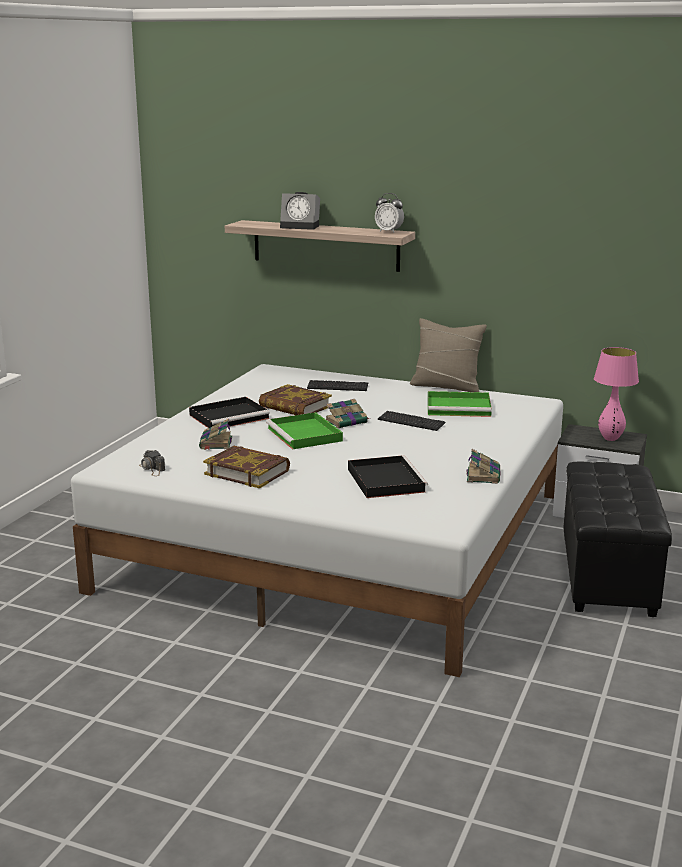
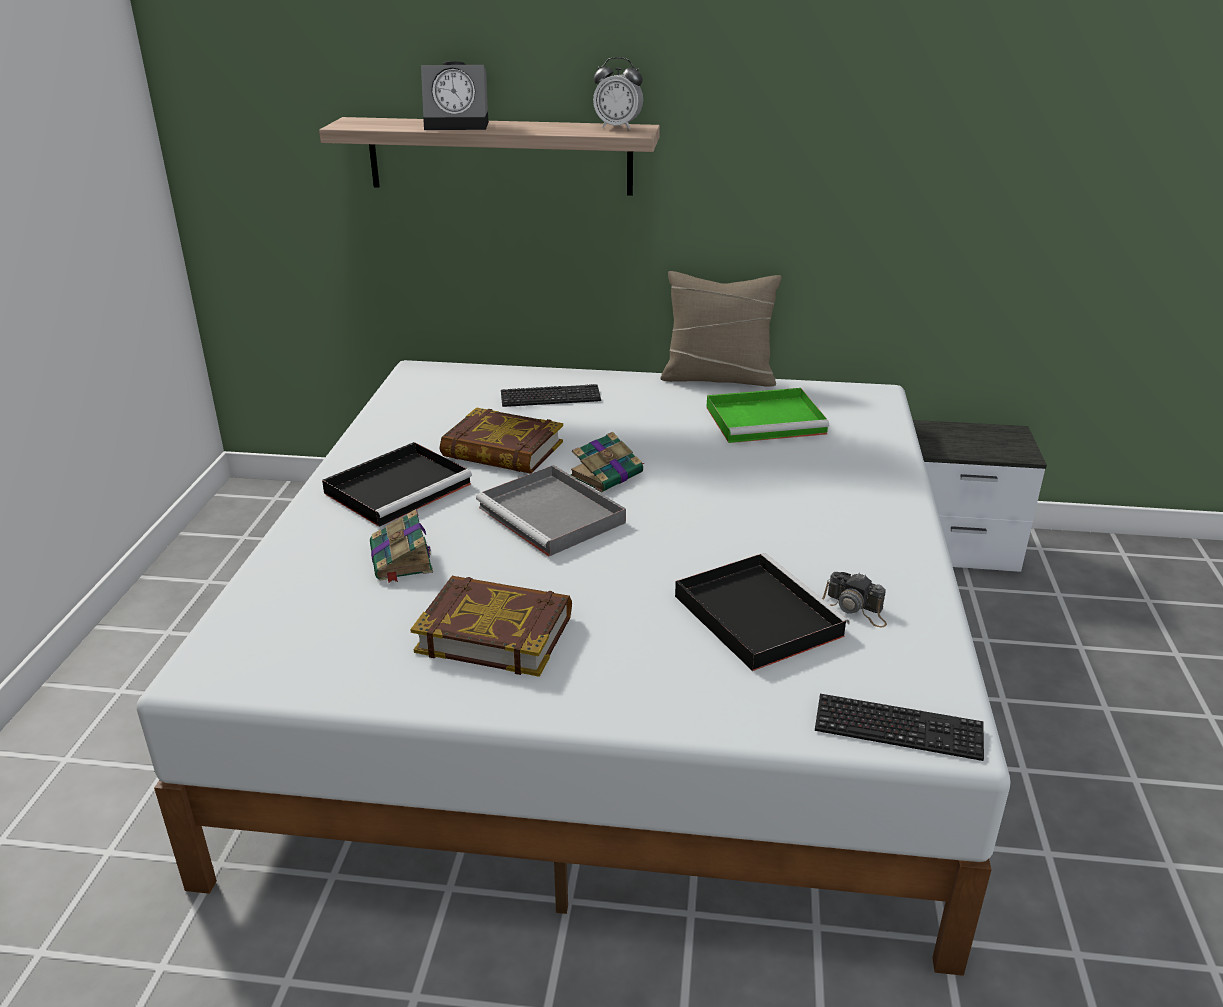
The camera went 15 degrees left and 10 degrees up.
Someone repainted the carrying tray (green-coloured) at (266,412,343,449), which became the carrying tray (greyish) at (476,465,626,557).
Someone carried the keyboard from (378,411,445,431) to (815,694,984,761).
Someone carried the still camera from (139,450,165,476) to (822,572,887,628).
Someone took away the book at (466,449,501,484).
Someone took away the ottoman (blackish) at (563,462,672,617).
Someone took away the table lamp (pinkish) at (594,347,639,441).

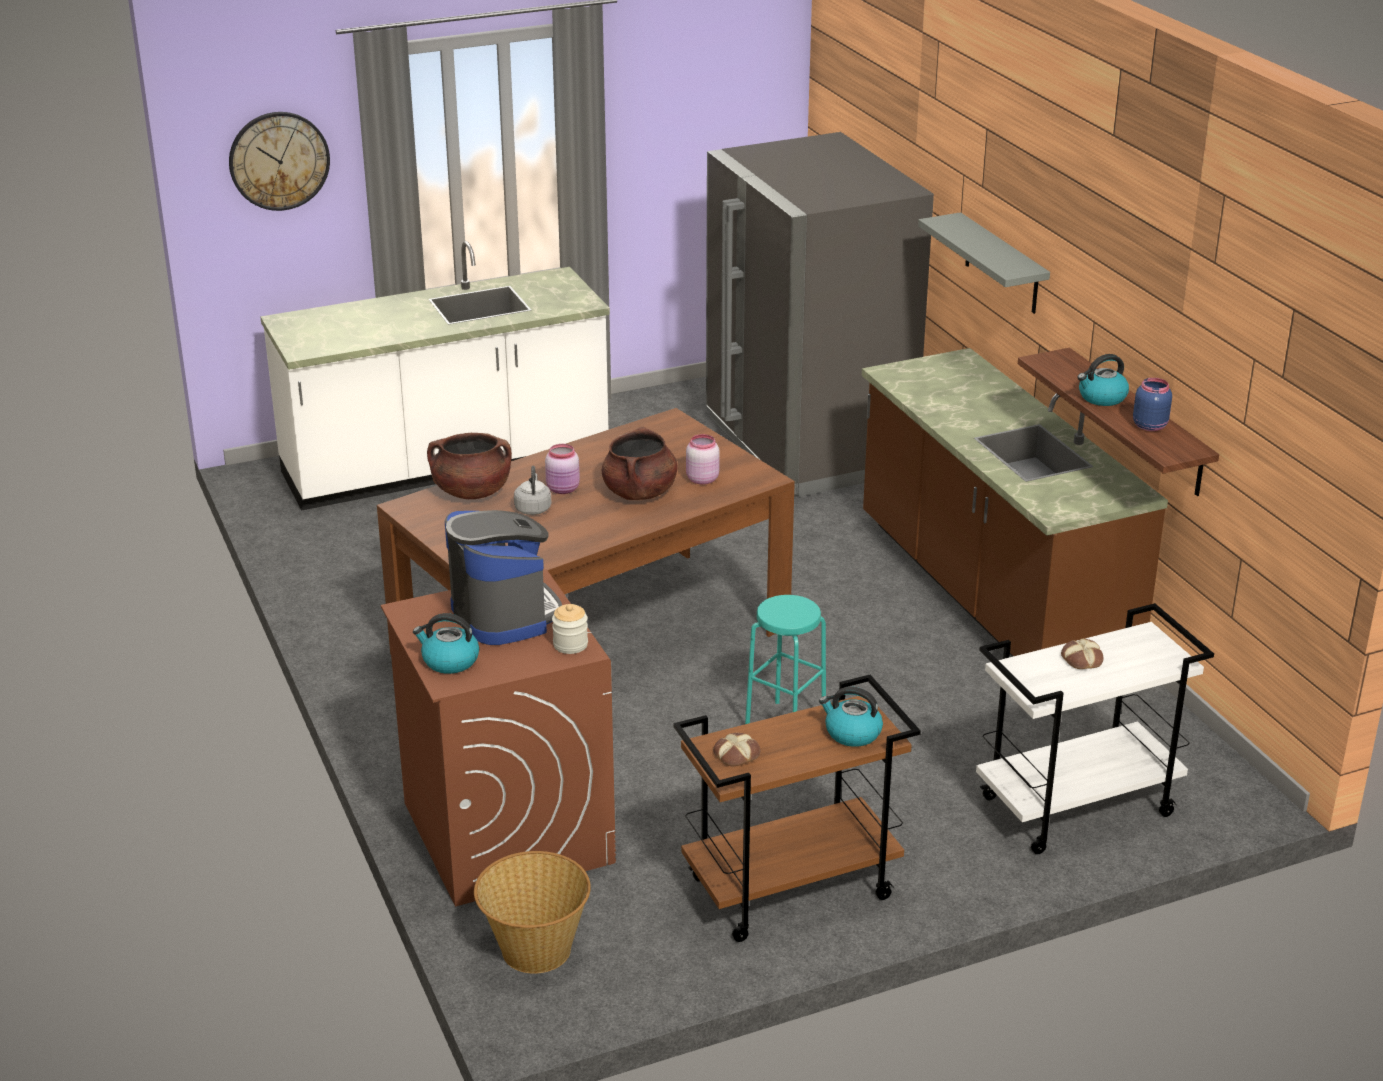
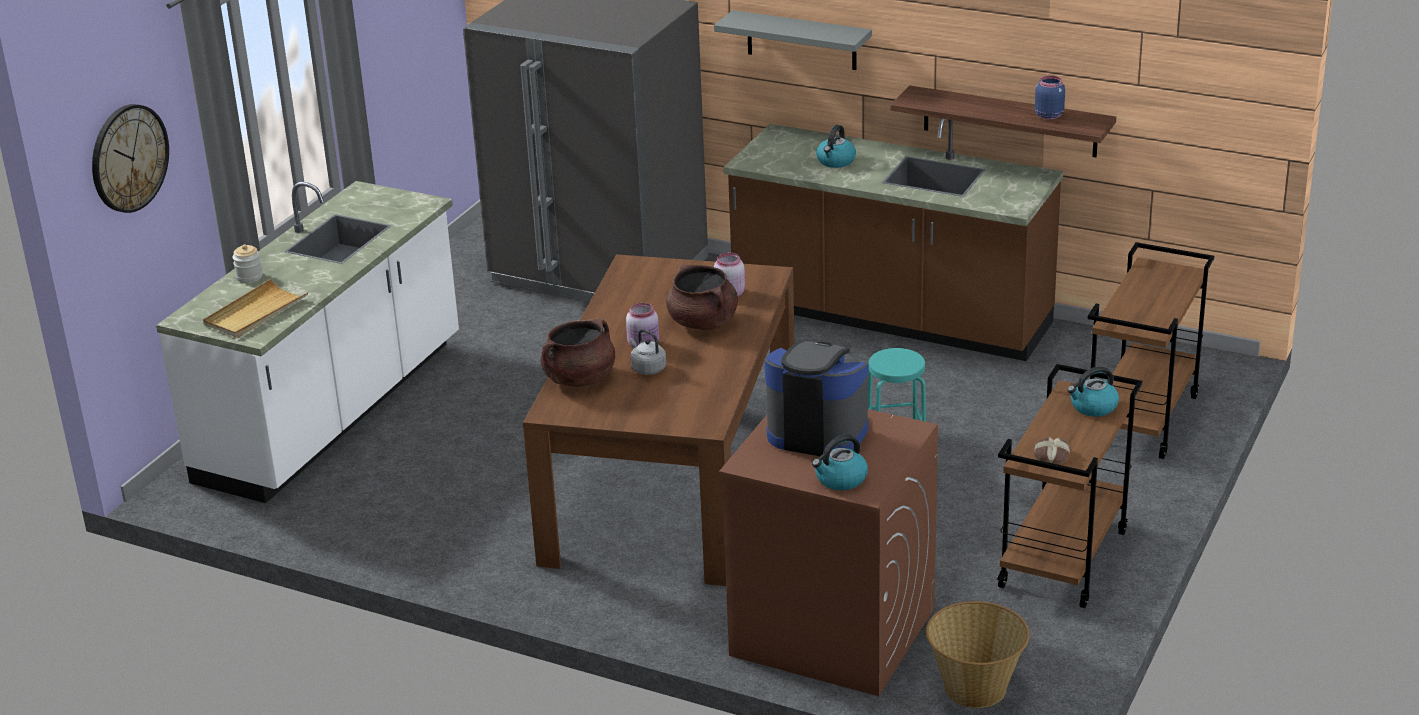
The camera went 40 degrees left and 0 degrees up.
Someone put down the carrying tray (sand-coloured) at (203,279,308,338).
Someone carried the jar from (552,604,588,654) to (232,244,263,283).
Someone carried the tea kettle from (1077,354,1129,406) to (816,125,856,168).
Someone repainted the cart (white) at (976,603,1214,854), which became the cart (brownish) at (1088,242,1214,459).
Someone took away the bread at (1061,638,1103,669).

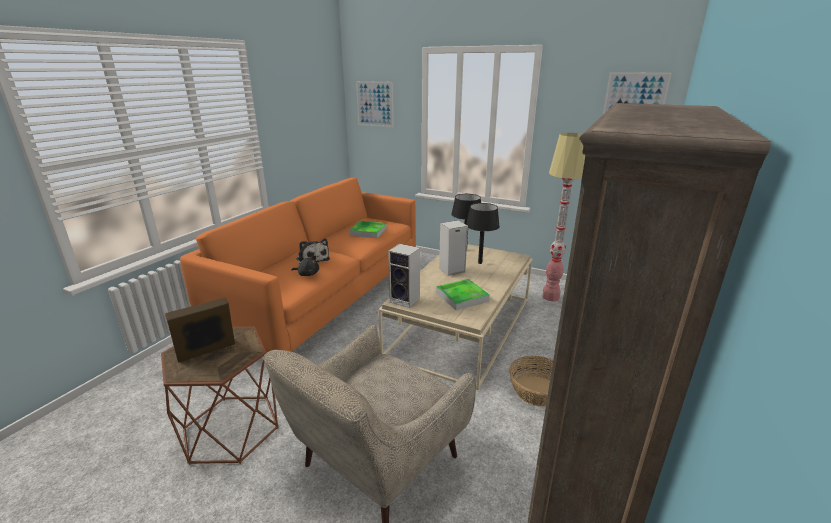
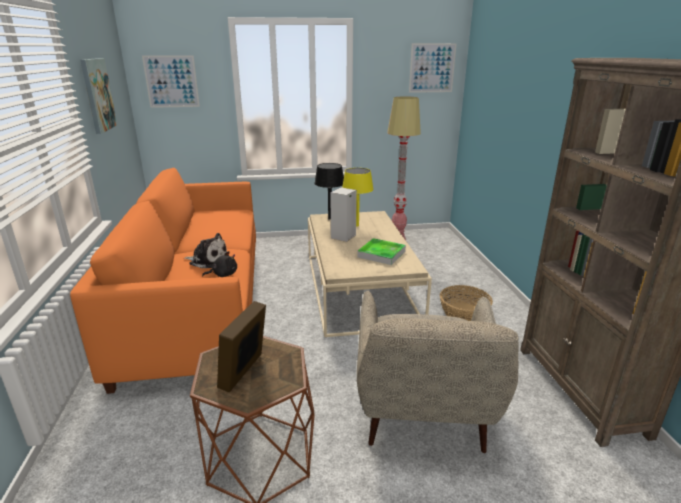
The camera went 35 degrees left and 0 degrees up.
Someone put up the wall picture at (80,58,118,134).
Someone repainted the table lamp (blackish) at (466,203,500,264), which became the table lamp (yellow) at (342,168,374,226).
Someone took away the carrying tray at (349,221,387,238).
Someone took away the speaker at (388,244,420,308).

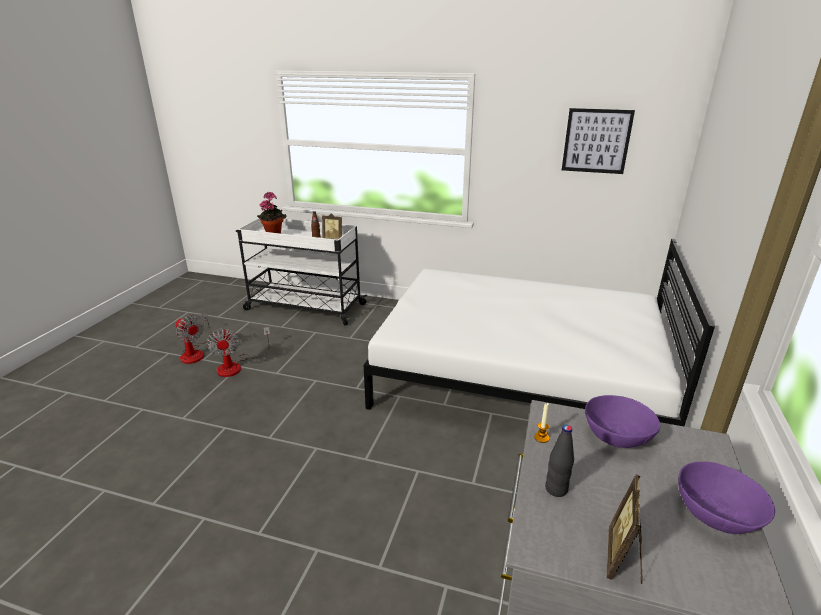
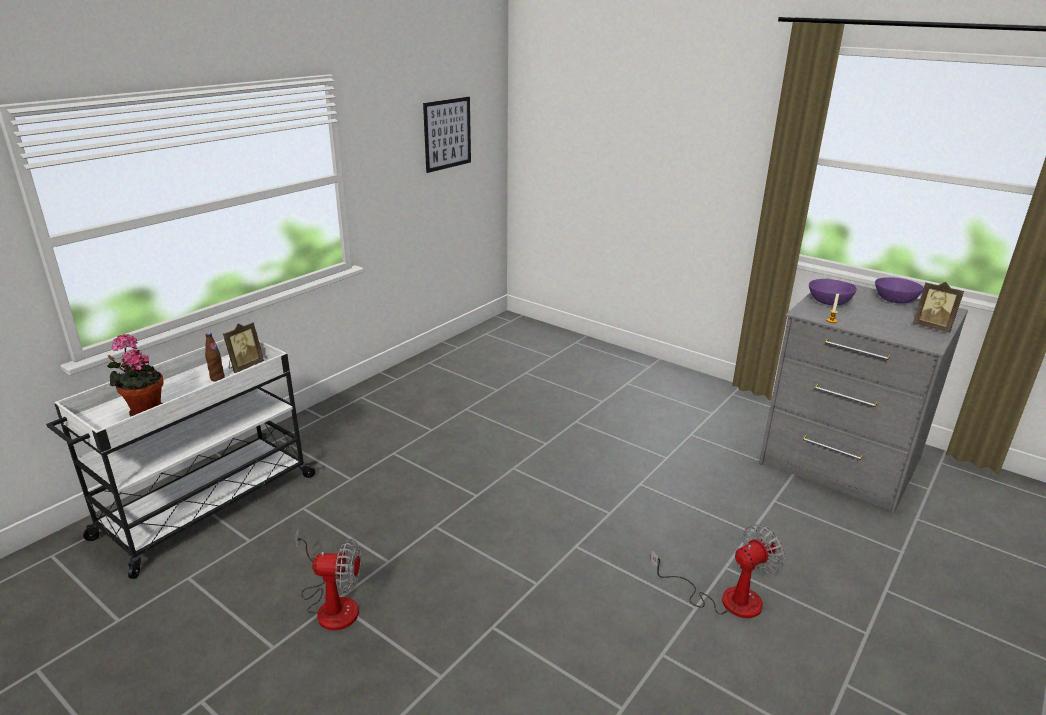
The camera went 70 degrees left and 0 degrees up.
Someone carried the cooling fan from (176,312,213,364) to (650,525,785,618).
Someone took away the bedroom bed (white) at (364,239,715,426).
Someone took away the bottle (blackish) at (545,425,574,497).

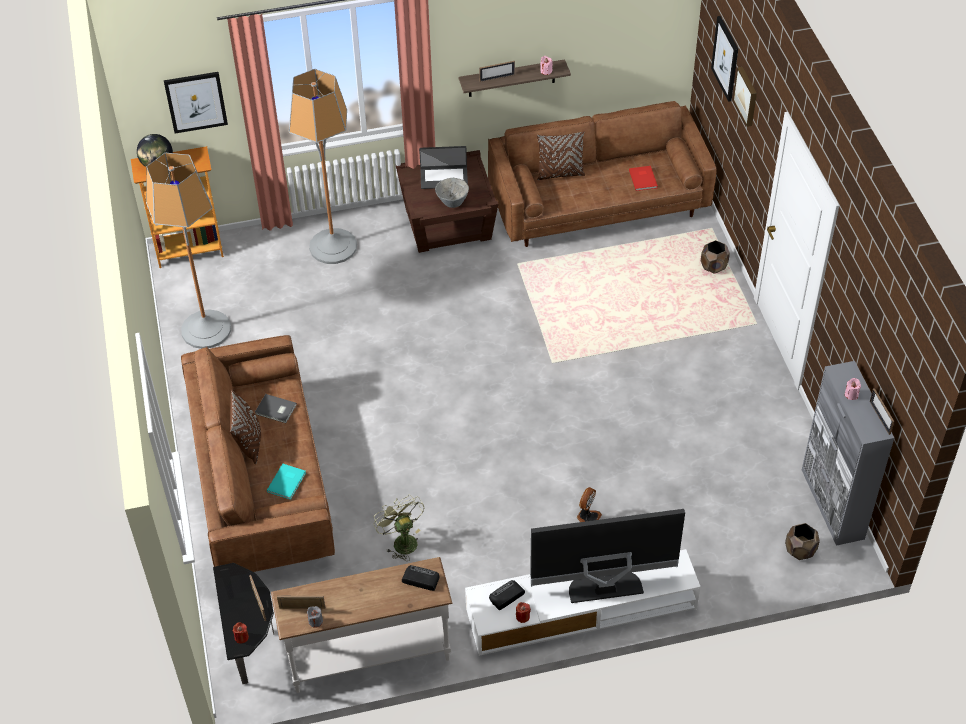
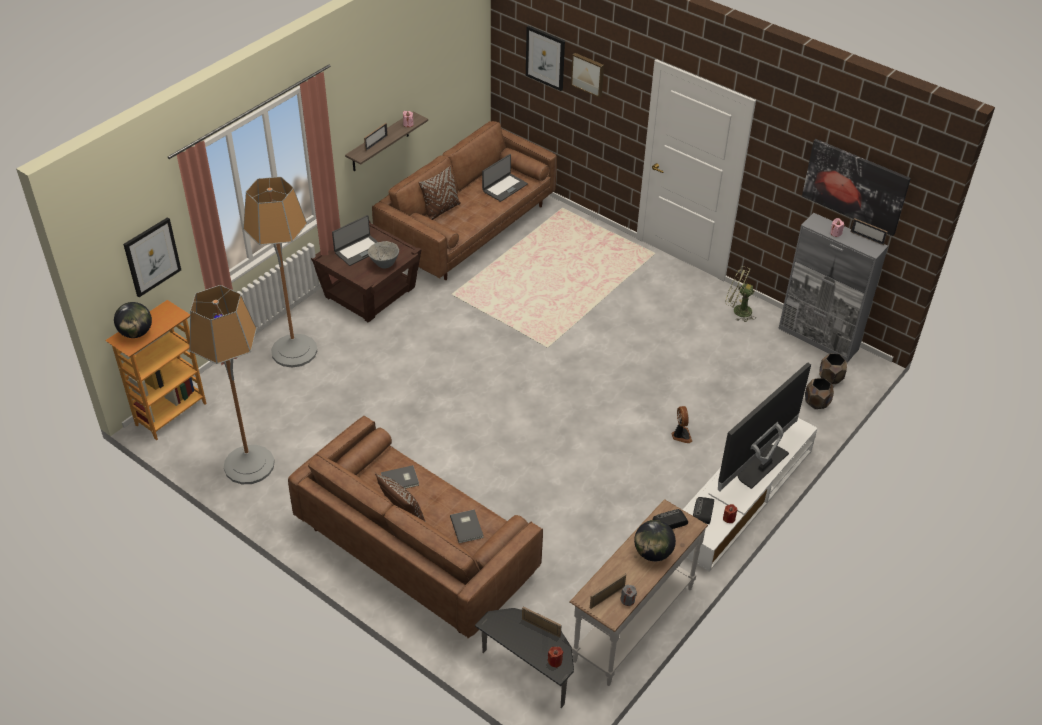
The camera went 40 degrees left and 5 degrees down.
Someone repainted the book (blue-green) at (267,464,306,500), which became the book (greyish) at (450,509,484,543).
Someone swapped the book (reddish) at (629,166,658,191) for the laptop at (482,154,528,202).
Someone put down the globe at (634,520,676,561).
Someone carried the cooling fan (green-coloured) from (374,495,424,561) to (725,266,756,322).
Someone put up the wall picture at (802,139,911,236).
Someone carried the flower pot (brownish) from (701,240,730,274) to (805,378,834,409).

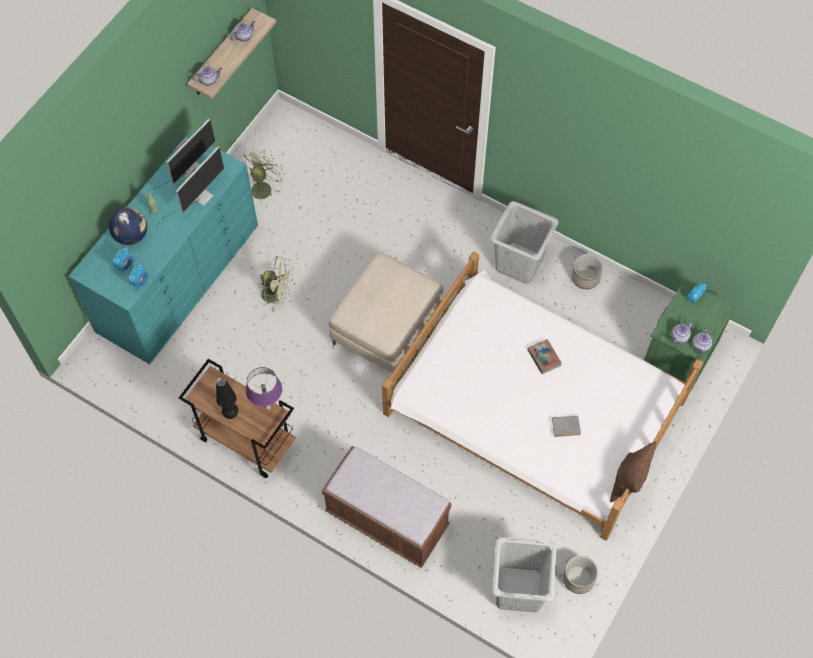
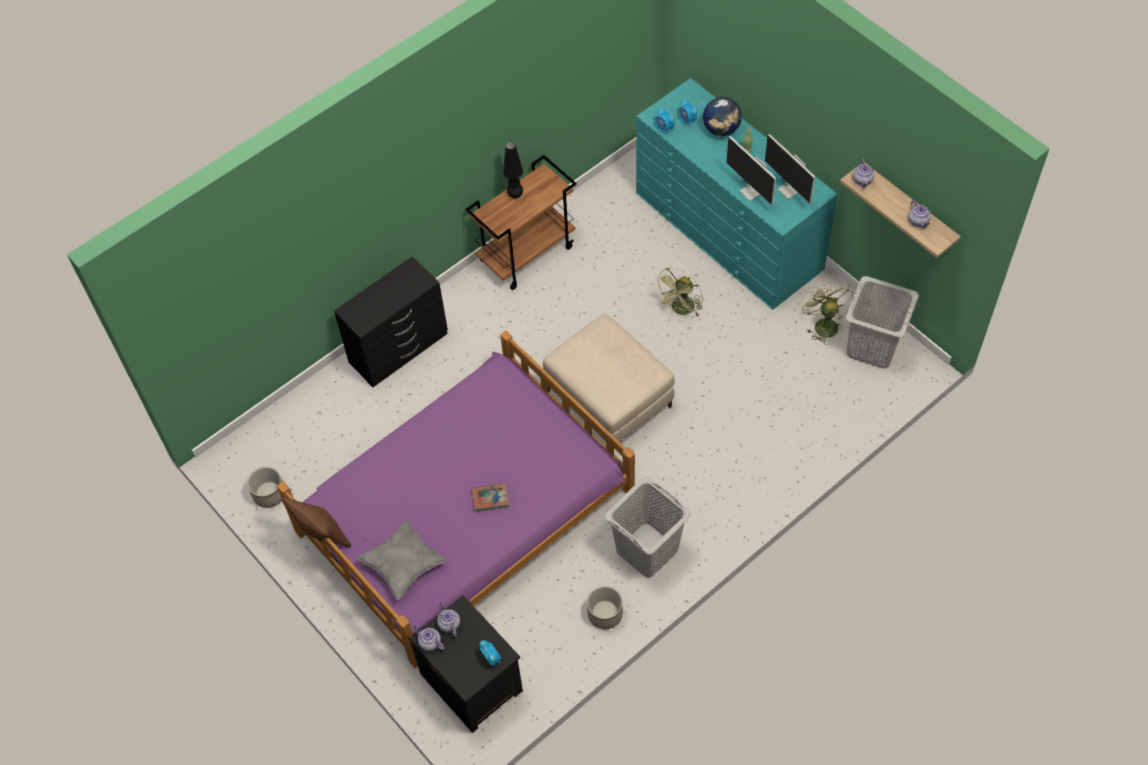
The camera went 110 degrees right and 5 degrees down.
Someone repainted the bedroom bed (white) at (382,252,703,541), which became the bedroom bed (purple-coloured) at (277,331,635,668).
Someone swapped the indoor bench (brownish) at (322,446,452,568) for the drawer chest (blackish) at (334,256,448,387).
Someone put down the throw pillow (greyish) at (357,519,447,600).
Someone repainted the night table (green-coloured) at (644,280,736,392), which became the night table (blackish) at (409,595,523,733).
Someone rotated the cooling fan (green-coloured) at (241,148,285,199) by 150 degrees counterclockwise.
Someone carried the washing basket (greyish) from (493,537,556,613) to (846,276,919,369).
Someone took away the table lamp (purple-coloured) at (246,367,282,410).
Someone took away the book (greyish) at (552,416,581,437).

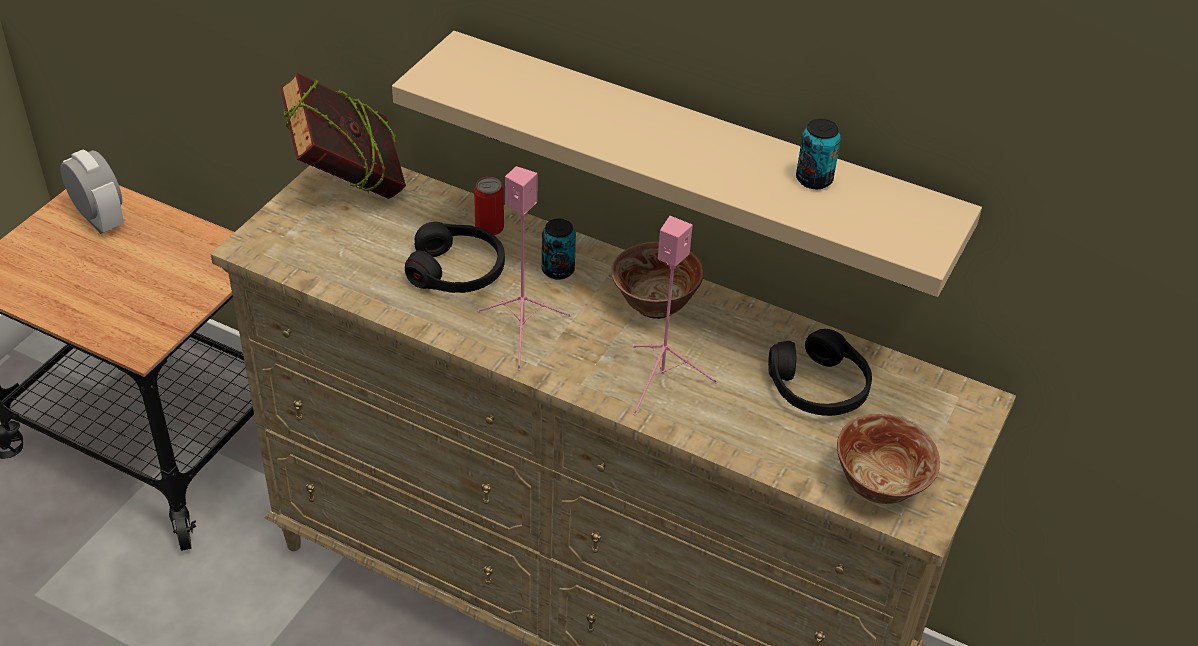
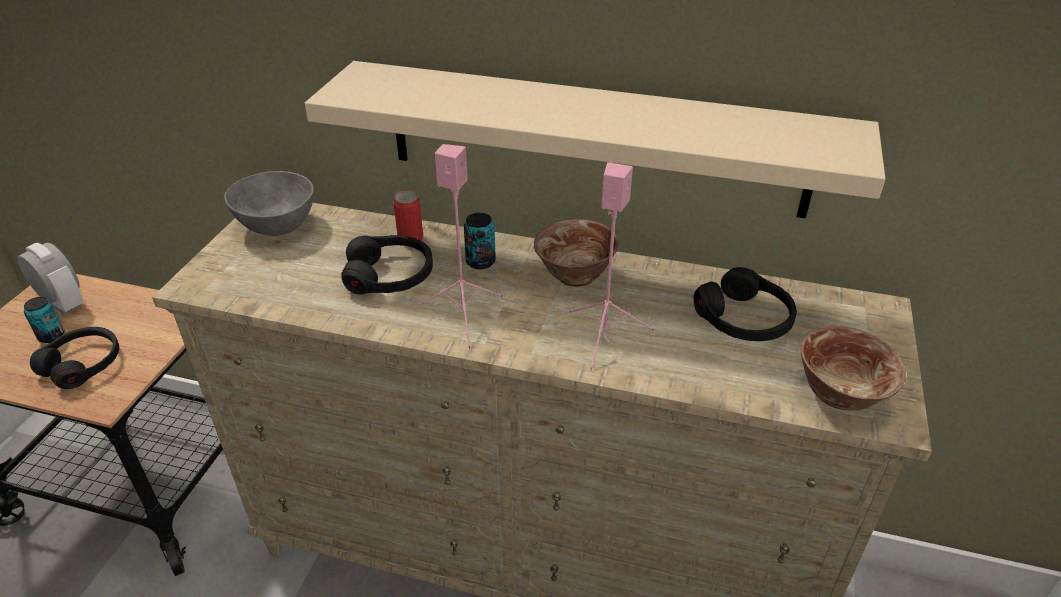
The camera went 10 degrees left and 5 degrees down.
Someone carried the can from (796,119,841,189) to (24,297,64,343).
Someone put down the headphones (blackish) at (30,327,119,389).
Someone swapped the book at (280,72,406,199) for the deep dish (greyish) at (225,171,314,236).

